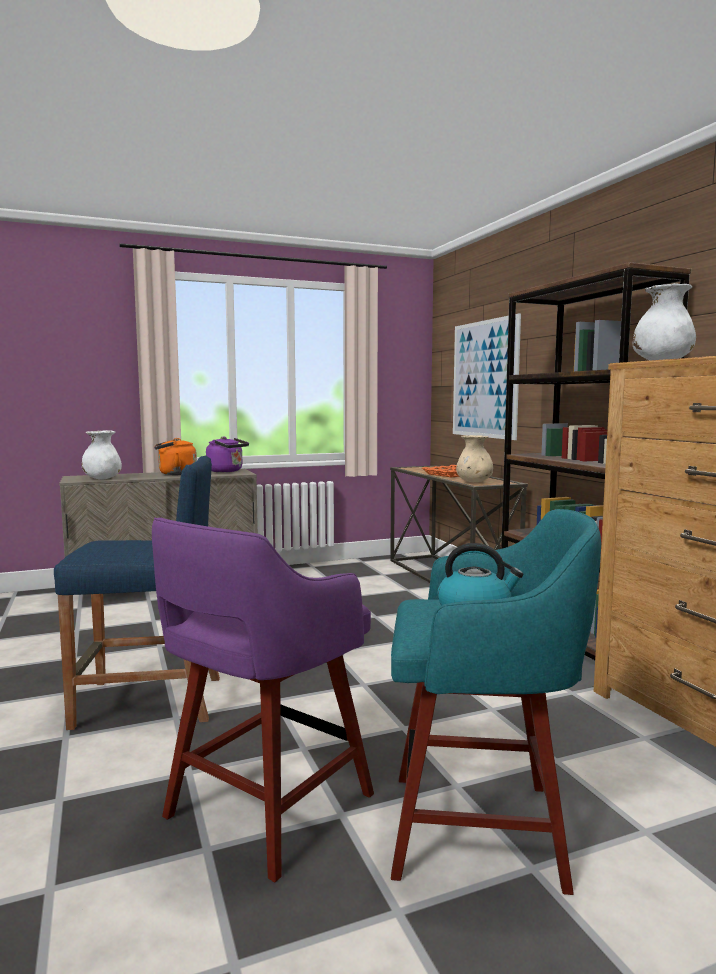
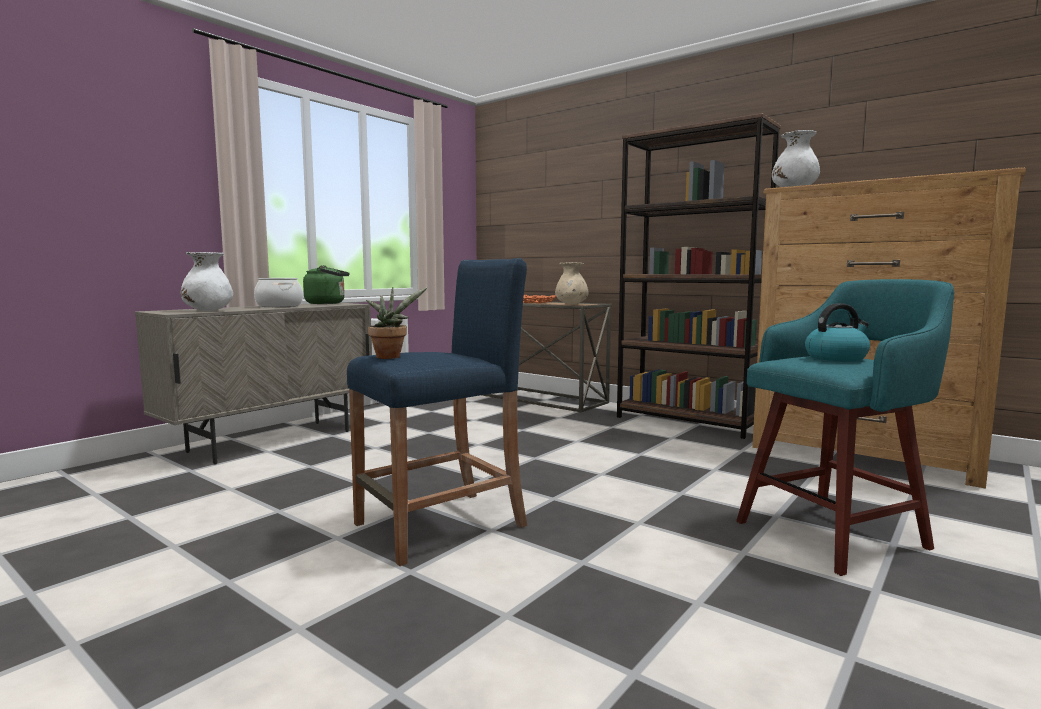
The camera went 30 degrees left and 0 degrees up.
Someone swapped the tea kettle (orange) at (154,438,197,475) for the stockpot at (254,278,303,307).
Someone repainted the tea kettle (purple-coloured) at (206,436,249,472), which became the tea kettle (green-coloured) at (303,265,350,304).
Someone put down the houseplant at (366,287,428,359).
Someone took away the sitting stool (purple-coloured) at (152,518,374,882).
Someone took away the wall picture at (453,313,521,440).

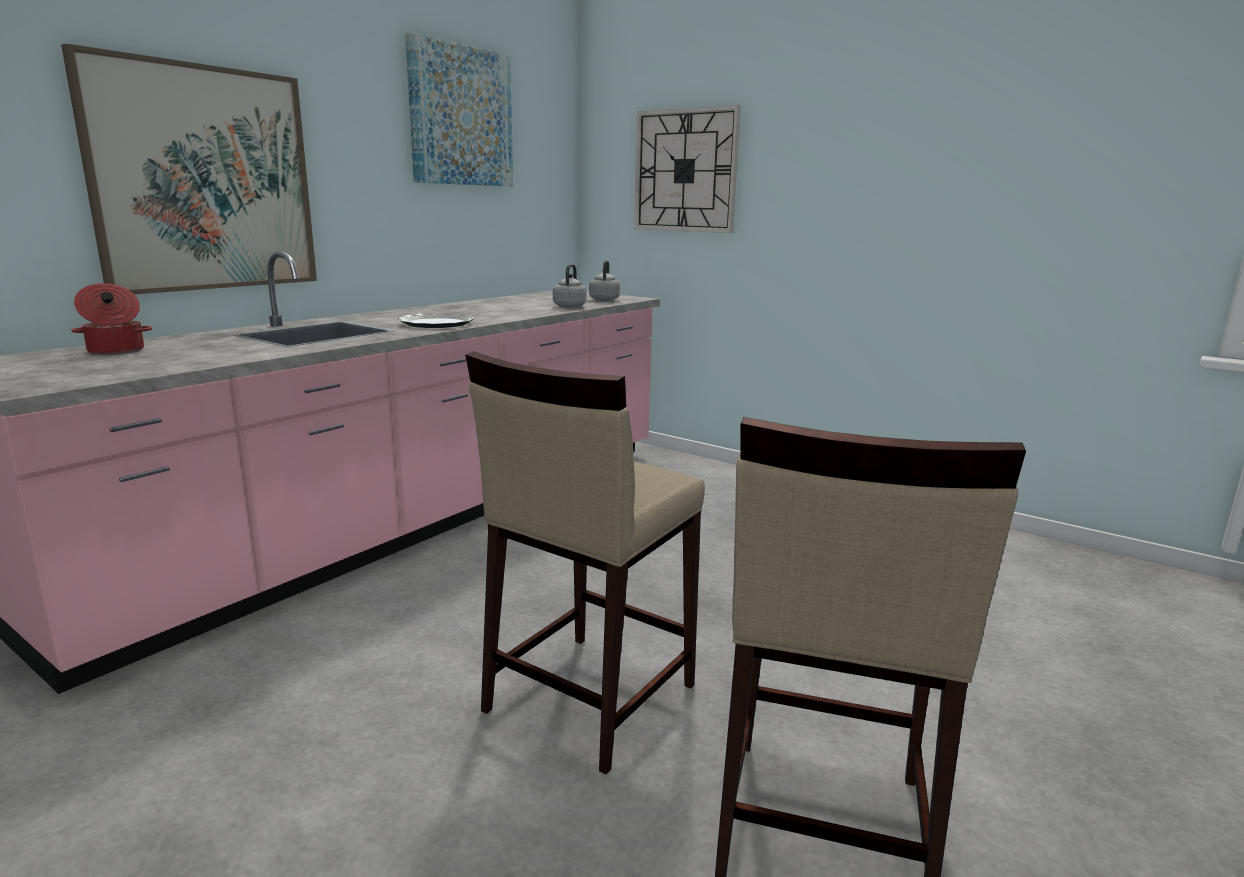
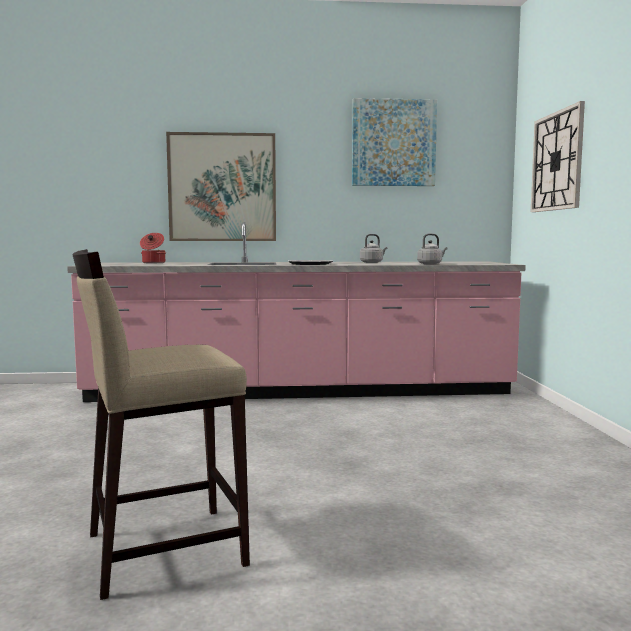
The camera went 50 degrees right and 10 degrees down.
Someone carried the tea kettle (greyish) from (589,260,620,301) to (360,234,387,263).
Someone took away the sitting stool (sand-coloured) at (465,351,705,774).

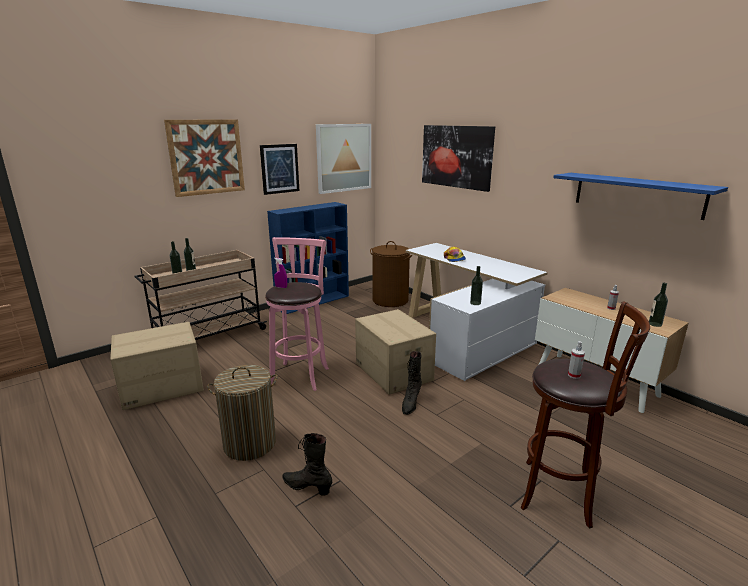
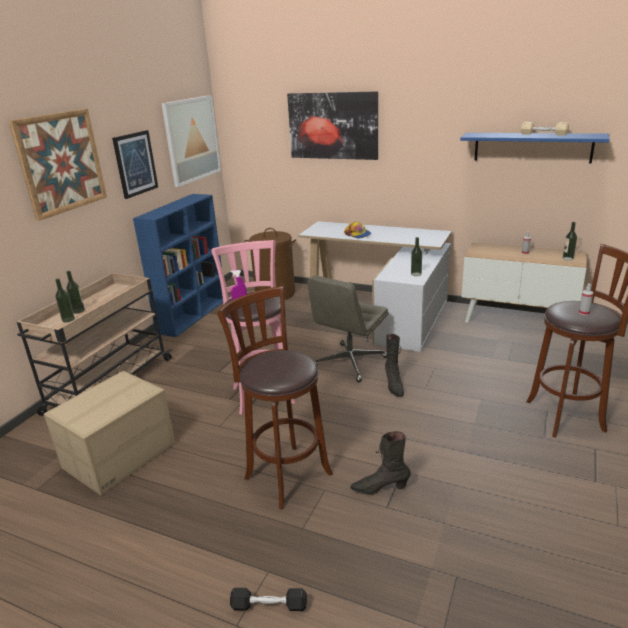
The camera went 25 degrees left and 5 degrees up.
Someone swapped the washing basket at (207,365,278,461) for the sitting stool (brownish) at (217,286,333,509).
Someone put down the free weight (blackish) at (230,588,307,611).
Someone swapped the cardboard box at (355,309,436,395) for the computer chair (greyish) at (308,276,389,382).
Someone put down the free weight (sand-coloured) at (521,122,569,136).

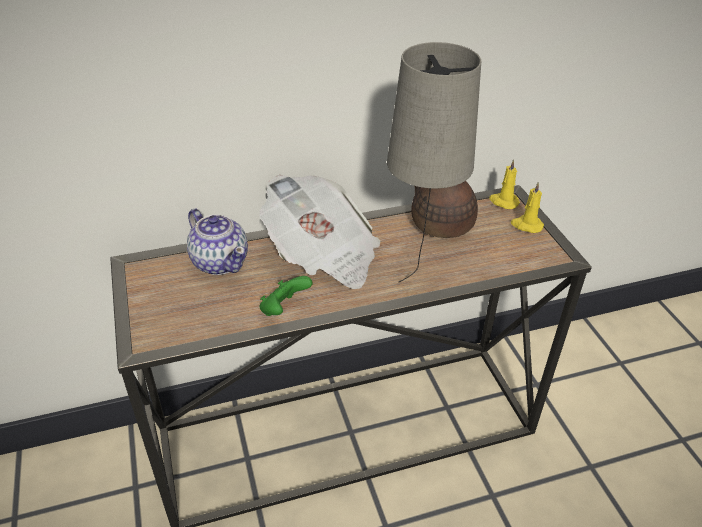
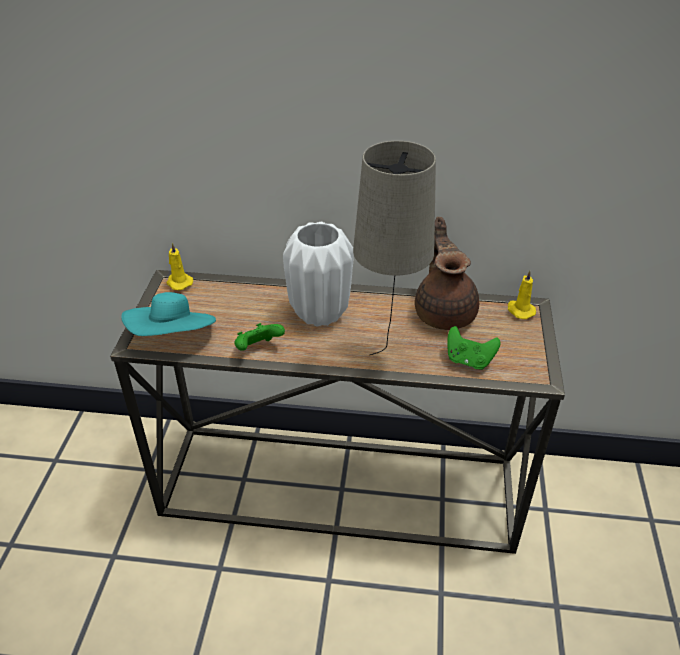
The camera went 25 degrees right and 0 degrees up.
Someone put down the hat (blue-green) at (121,292,216,336).
Someone carried the wax candle (yellow) from (511,182,544,233) to (166,243,193,290).
Someone swapped the printed paper at (259,175,381,289) for the decorative vase (white) at (283,222,354,327).
Someone put down the joypad (green-coloured) at (447,326,501,370).
Someone took away the pot for tea at (187,209,248,275).

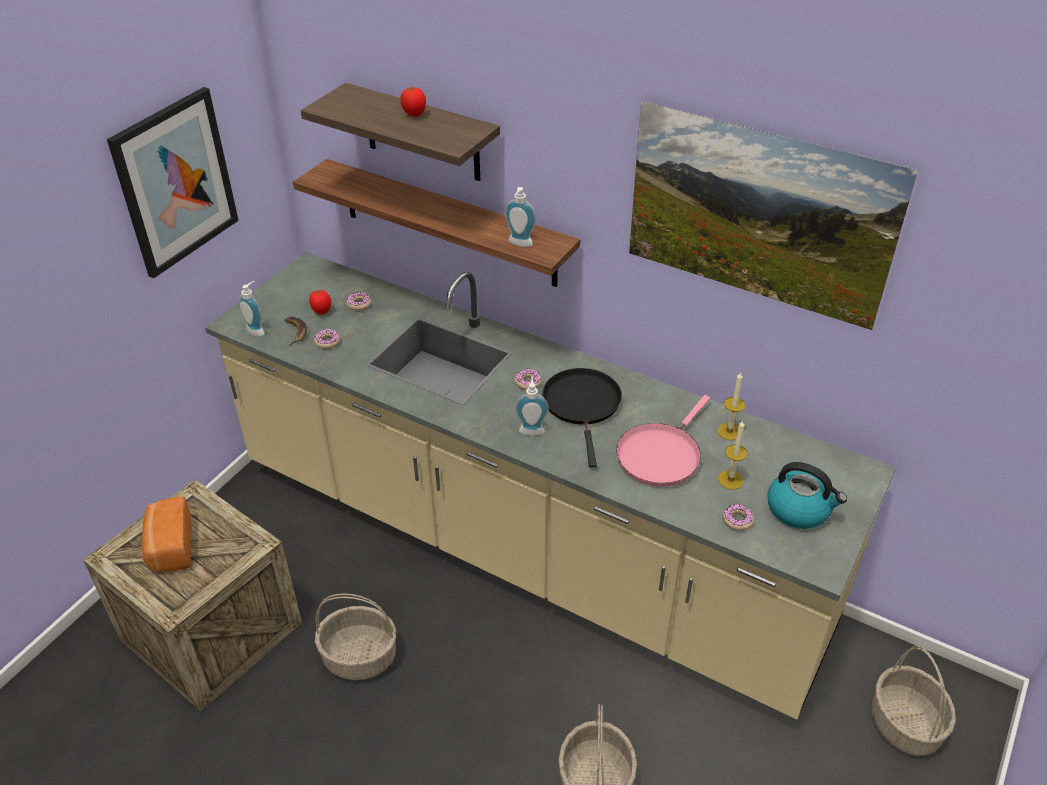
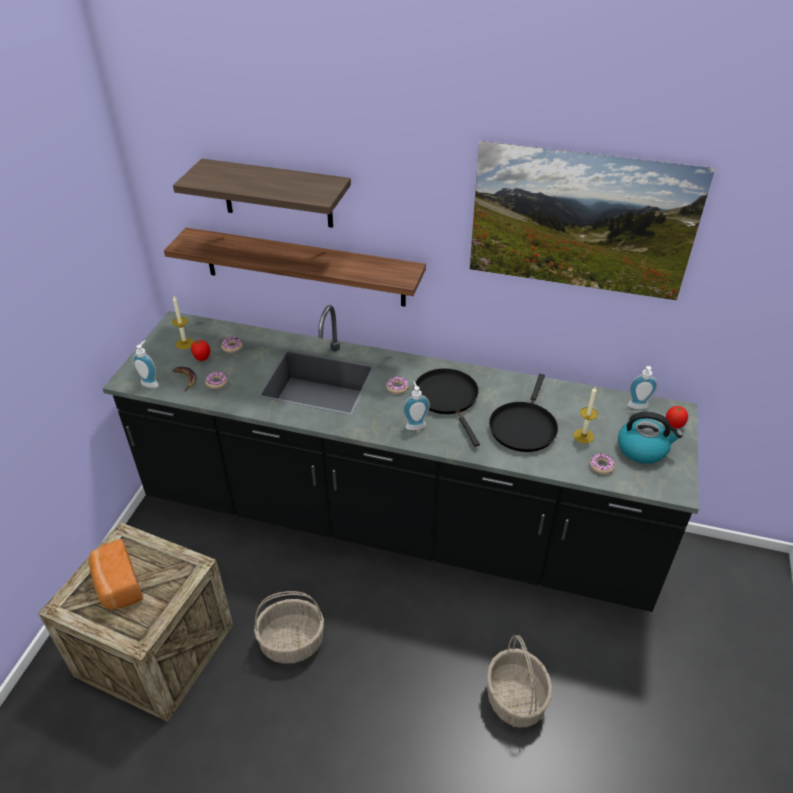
The camera went 15 degrees left and 0 degrees up.
Someone repainted the counter (sand-coloured) at (205,252,896,719), which became the counter (blackish) at (102,305,699,612).
Someone carried the wax candle from (717,372,746,440) to (172,296,194,349).
Someone repainted the pan (pinkish) at (616,395,711,487), which became the pan (blackish) at (489,374,558,452).
Someone carried the soap bottle from (505,187,536,247) to (627,366,658,409).
Someone carried the whole tomato from (400,87,426,117) to (666,406,688,429).
Someone took away the wall picture at (107,87,239,278).
Someone took away the basket at (872,645,956,756).

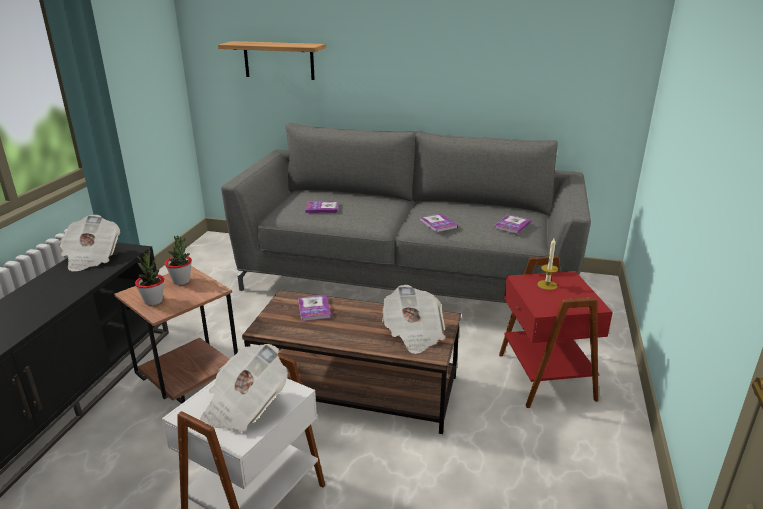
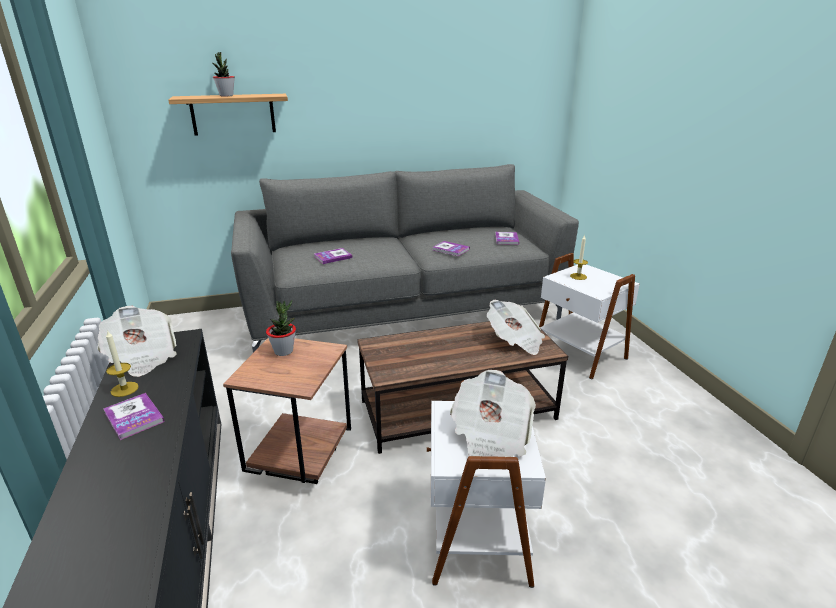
The camera went 30 degrees left and 0 degrees up.
Someone carried the book from (298,295,331,321) to (103,393,165,440).
Someone put down the wax candle at (106,330,139,397).
Someone carried the houseplant from (135,248,164,306) to (212,52,235,96).
Someone repainted the accent table (reddish) at (499,256,613,408), which became the accent table (white) at (539,253,640,379).

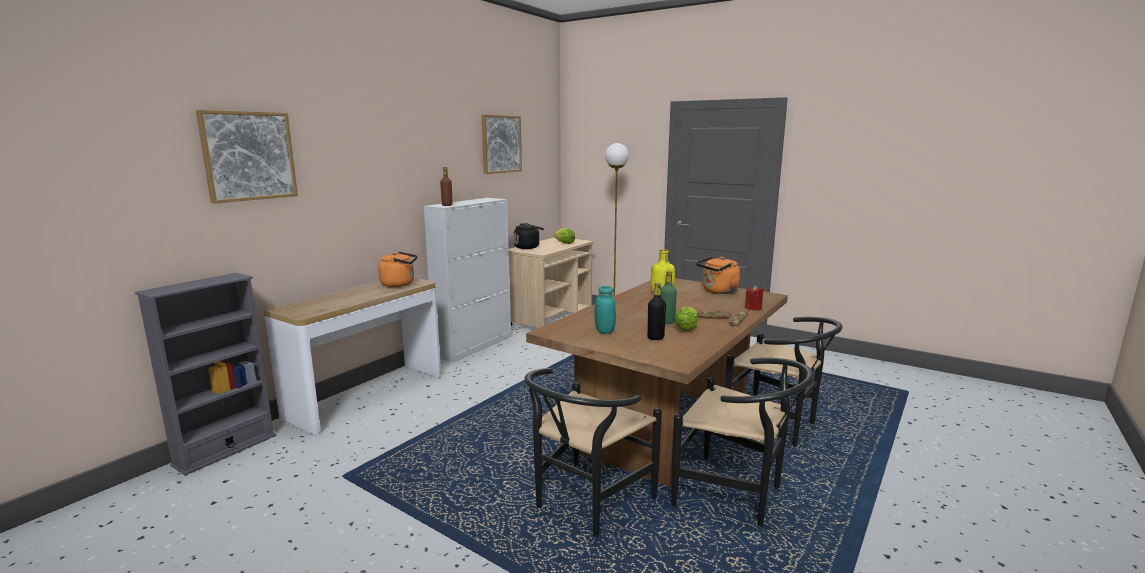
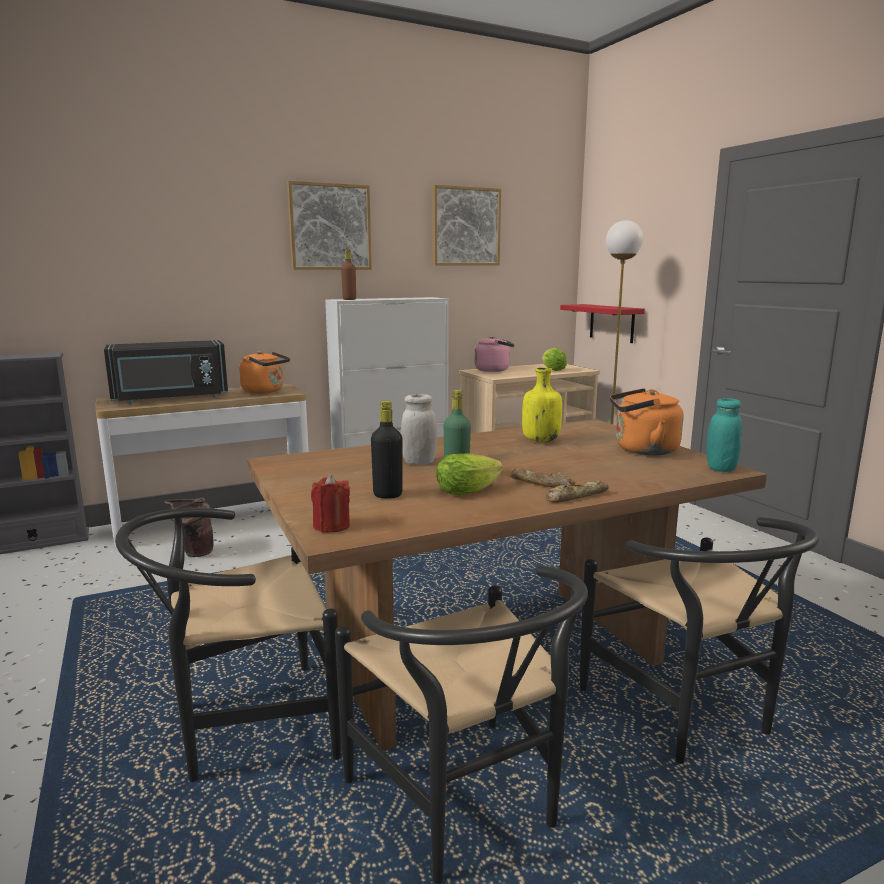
The camera went 30 degrees right and 0 degrees up.
Someone put down the microwave (blackish) at (104,340,228,403).
Someone put down the water bucket (brownish) at (164,498,213,557).
Someone carried the wall picture from (196,110,298,204) to (287,181,372,270).
Someone carried the wax candle (reddish) from (745,285,764,311) to (311,475,350,533).
Someone put down the jar (white) at (401,394,437,465).
Someone repainted the tea kettle (blackish) at (514,223,544,249), which became the tea kettle (pinkish) at (475,336,515,372).
Someone put up the wall shelf (reddish) at (560,304,645,343).
Someone carried the jar (blue-green) from (594,286,616,334) to (706,398,742,472).

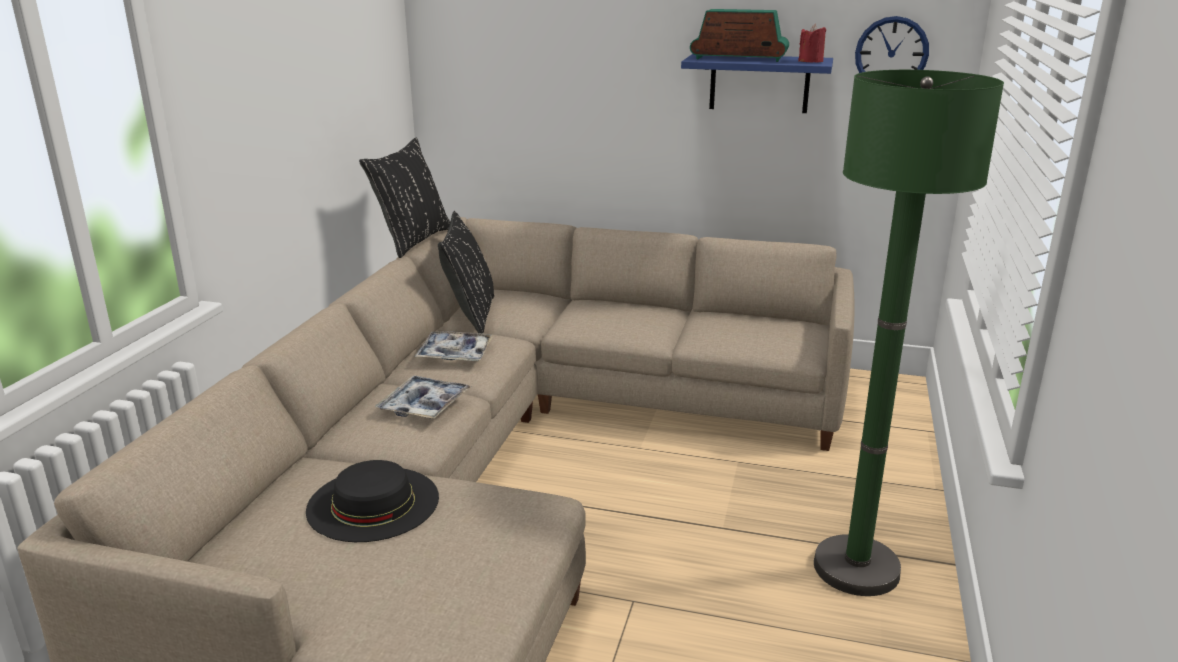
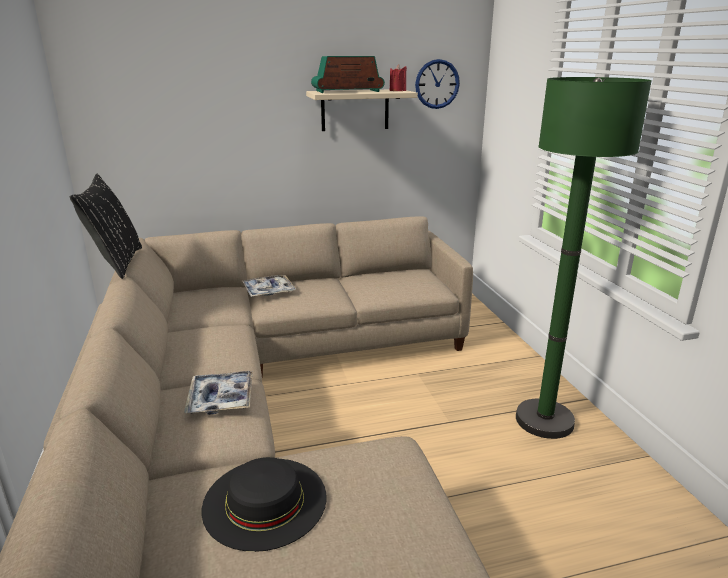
The camera went 30 degrees left and 0 degrees up.
Someone carried the carrying tray from (415,331,494,361) to (243,275,296,297).
Someone repainted the wall shelf (blue-coloured) at (681,54,833,113), which became the wall shelf (sand-coloured) at (306,90,418,131).
Someone took away the throw pillow (blackish) at (438,211,494,333).

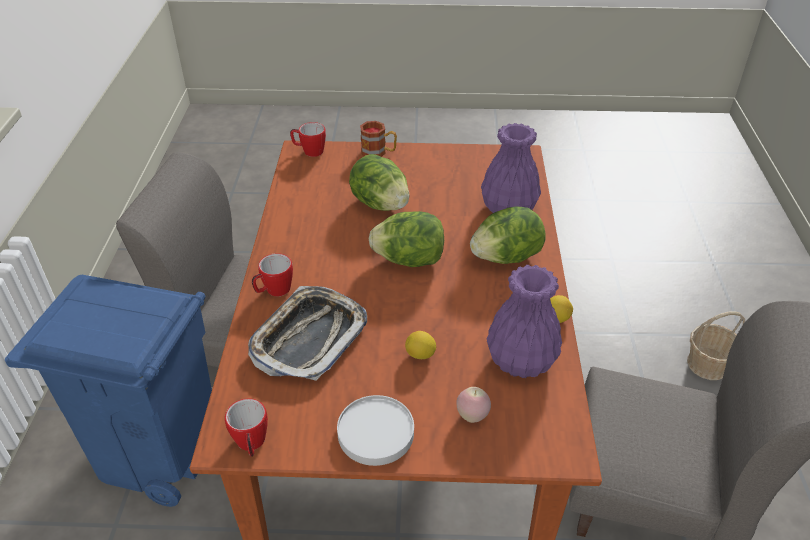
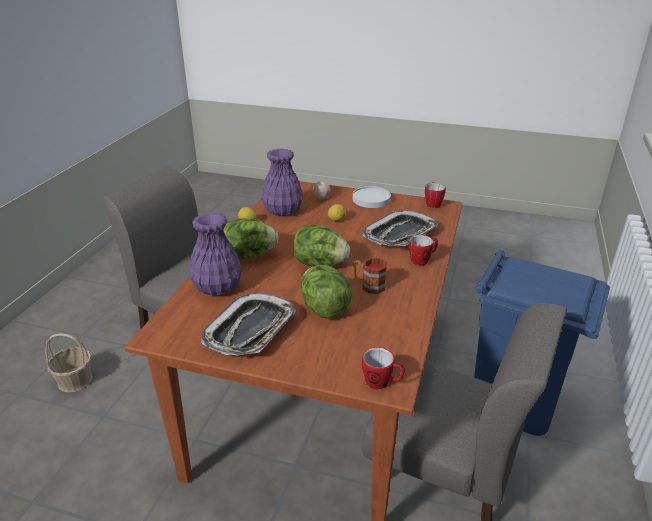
The camera went 165 degrees left and 10 degrees down.
Someone put down the carrying tray at (201,293,295,356).
Someone carried the tea mug from (360,121,397,157) to (353,258,387,294).

